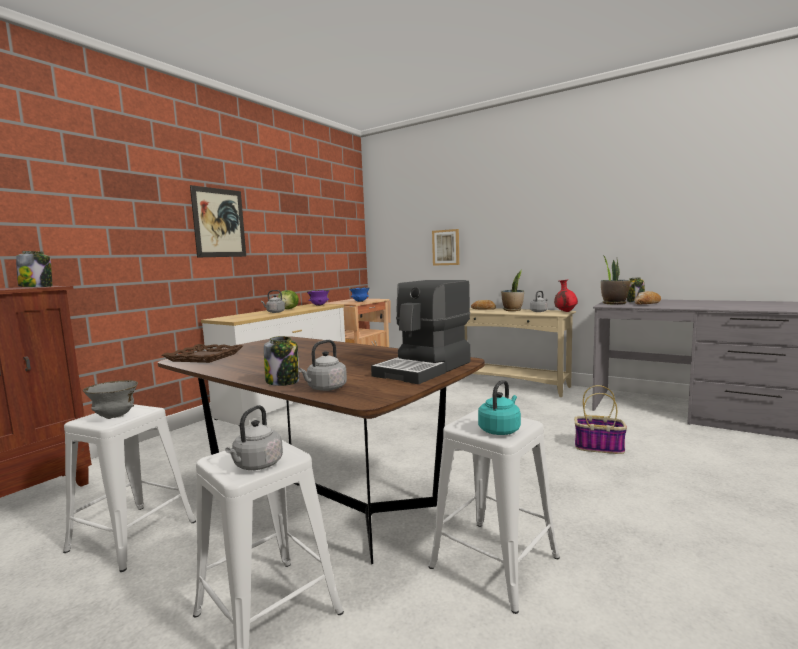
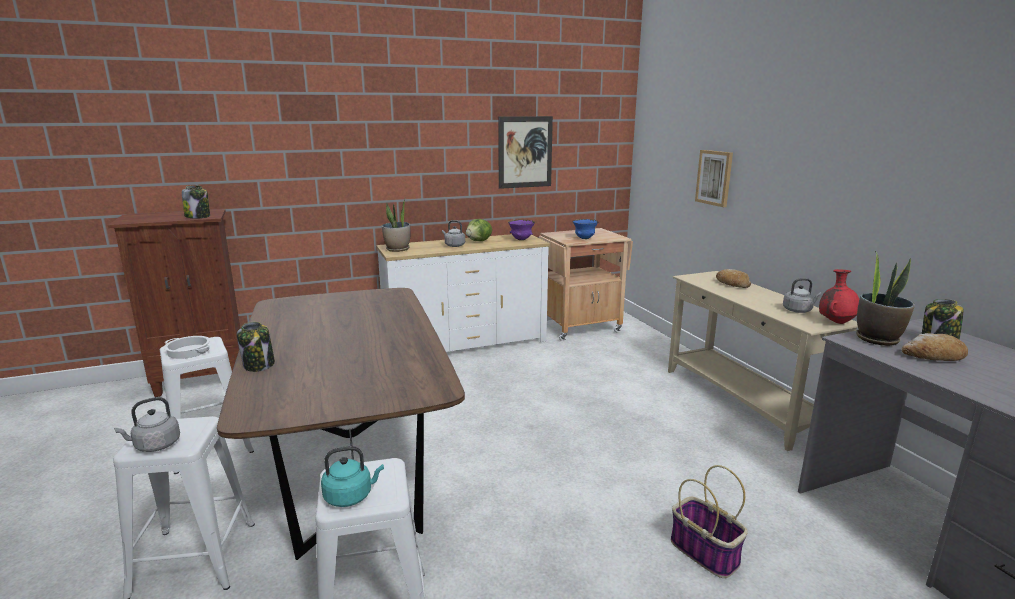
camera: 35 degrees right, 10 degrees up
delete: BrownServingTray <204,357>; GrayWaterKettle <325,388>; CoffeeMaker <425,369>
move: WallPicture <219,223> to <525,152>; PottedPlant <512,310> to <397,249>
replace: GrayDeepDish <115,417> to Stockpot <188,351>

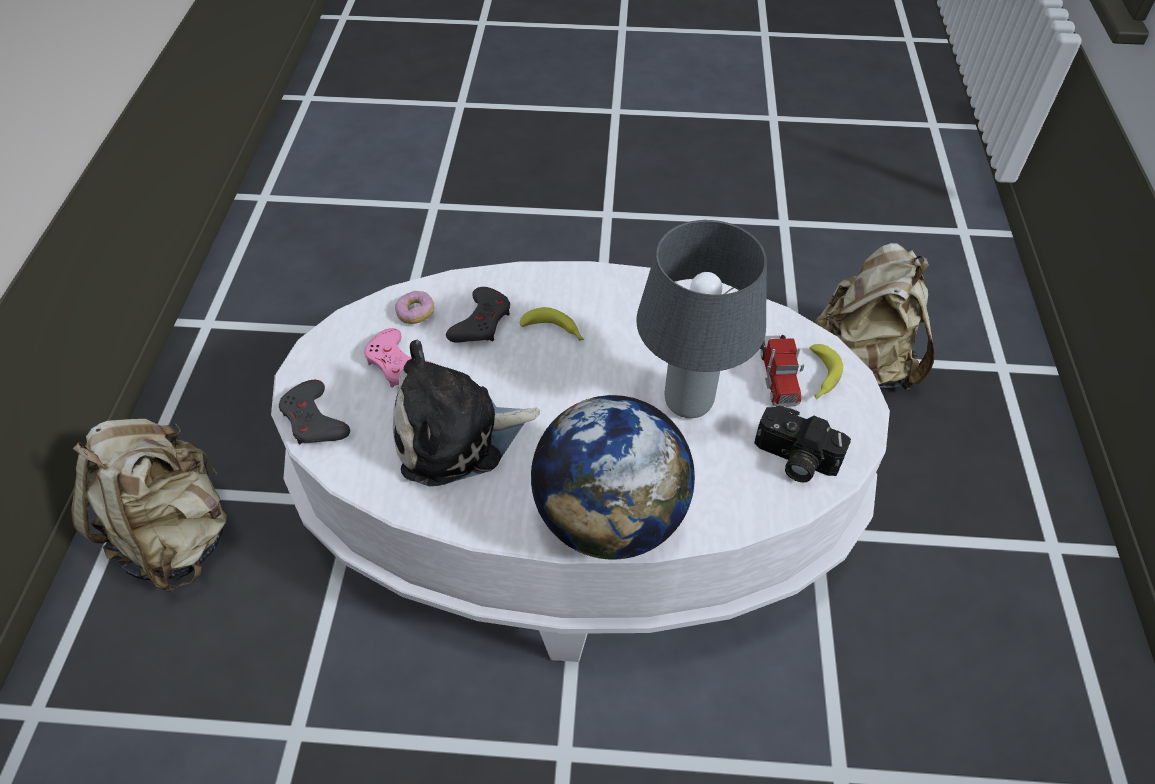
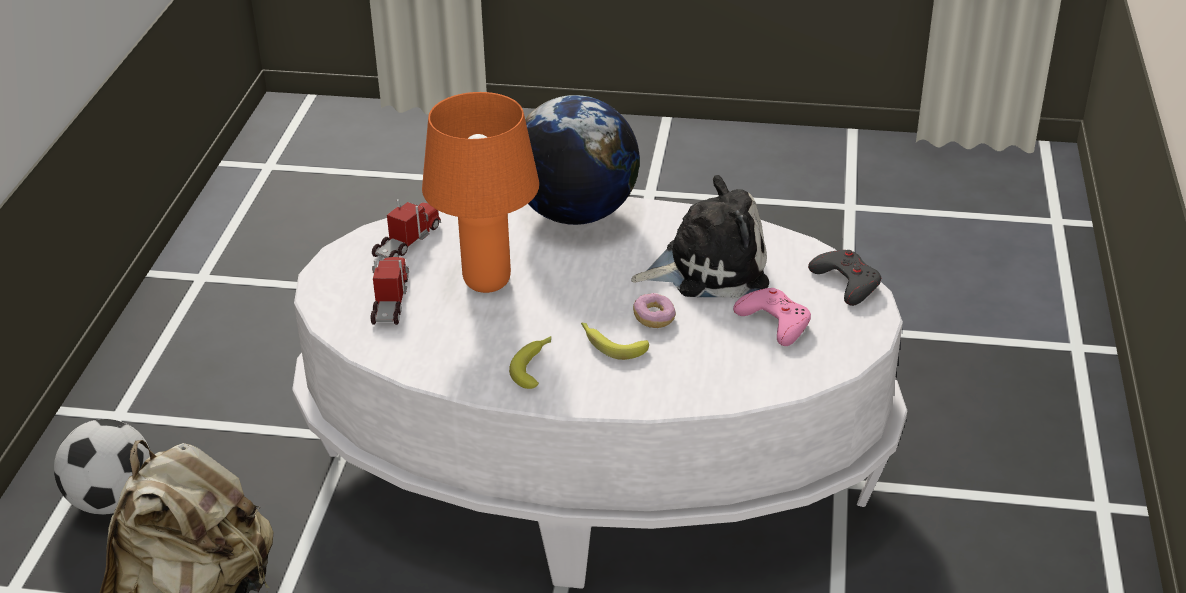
camera: 175 degrees left, 15 degrees down
delete: SandColouredRucksack <176,536>; GrayGameController <481,322>
insert: BallForFootball <113,501>
move: Donut <415,313> to <654,318>; WholeBanana <820,378> to <535,366>
replace: StillCamera <794,459> to ModelTruck <407,241>
recolor: GrayTabletopLamp <689,403> to OrangeTabletopLamp <486,281>

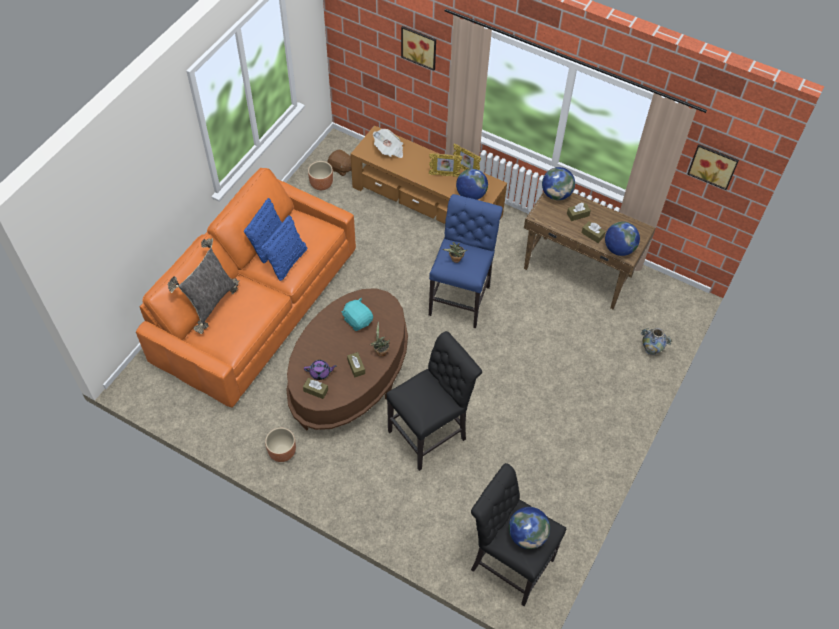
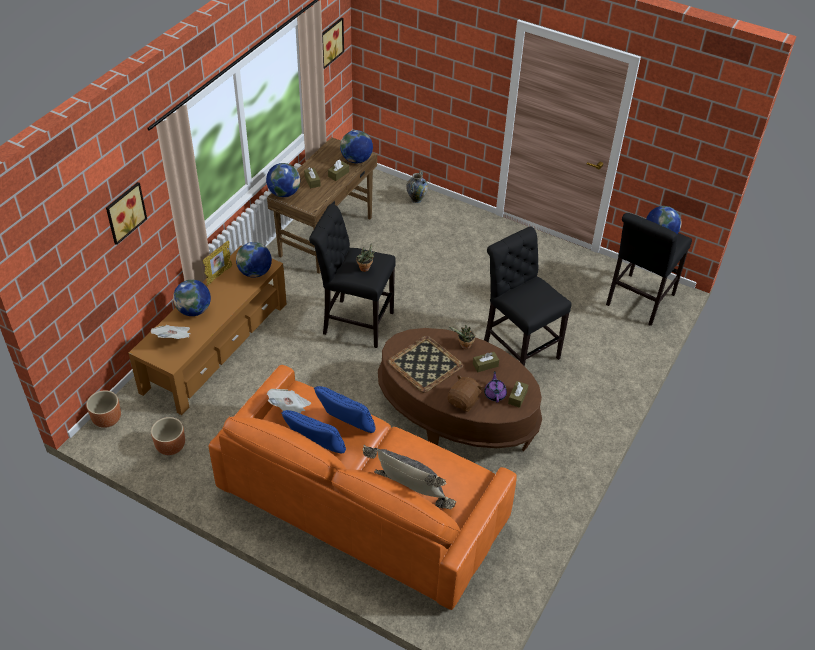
camera: 90 degrees left, 10 degrees down
delete: PhotoFrame <444,175>
insert: Globe <194,310>; PrintedPaper <289,408>
move: BrownPlanter <282,452> to <107,419>; BrownPlushToy <341,168> to <464,401>
replace: BlueGreenPlushToy <358,320> to ServingTray <426,364>
recolor: BlueColouredStool <461,297> to BlackColouredStool <354,322>

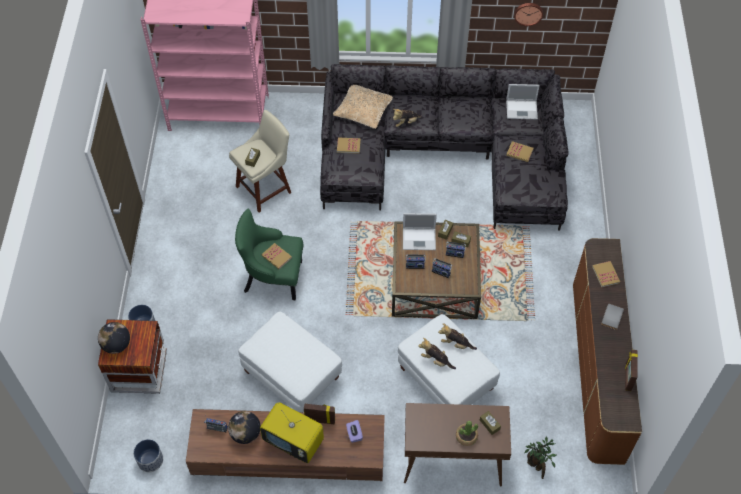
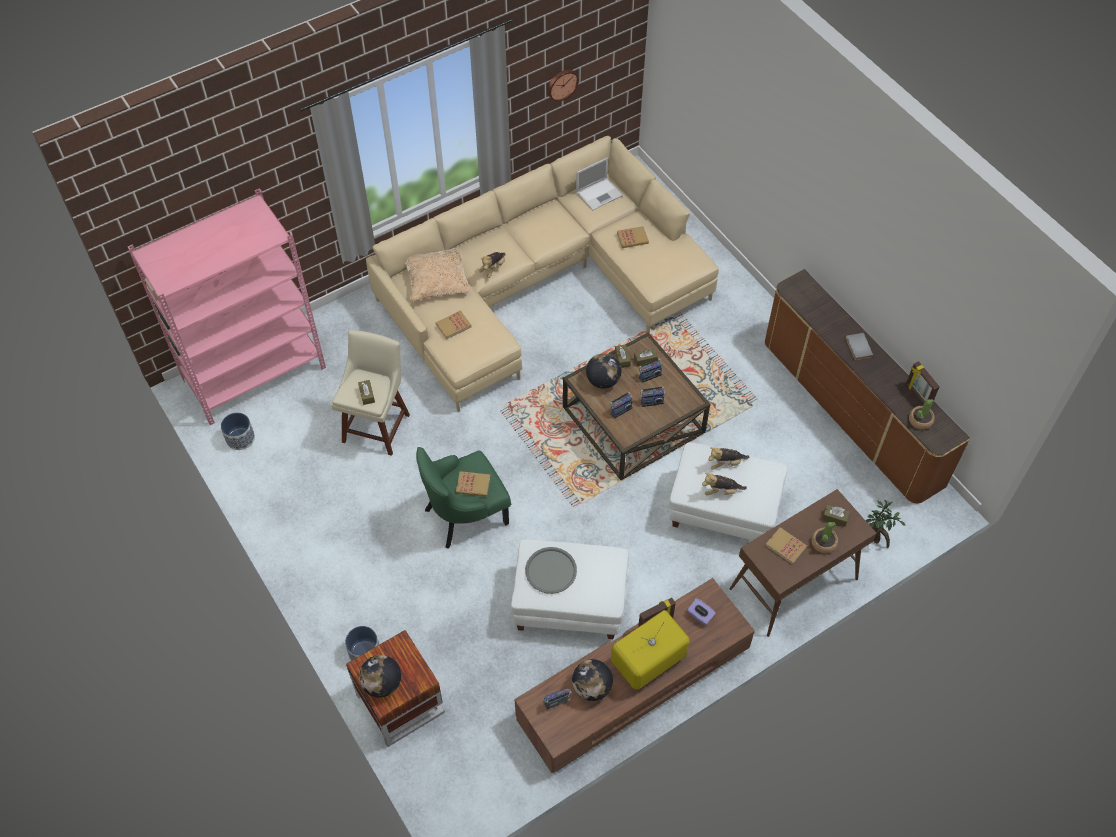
camera: 35 degrees left, 0 degrees up
insert: GrayServingTray <551,570>; PottedPlant <920,420>
move: Planter <150,460> to <240,438>; Book <605,275> to <785,546>
replace: NotebookComputer <420,239> to Globe <603,380>
recolor: BlackColouredCouch <444,155> to SandColouredCouch <538,287>
rotate: Tv <294,442> = <648,662> 150 degrees clockwise

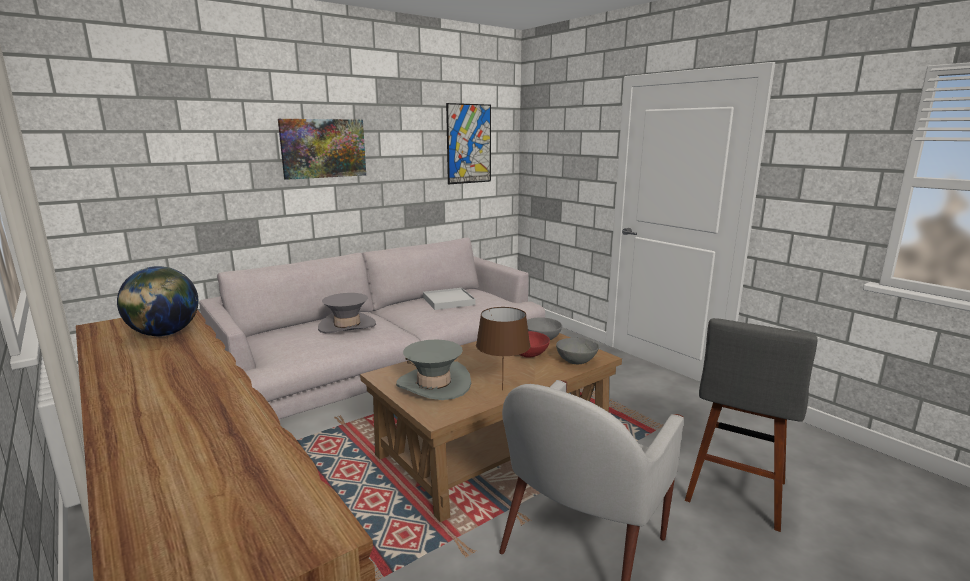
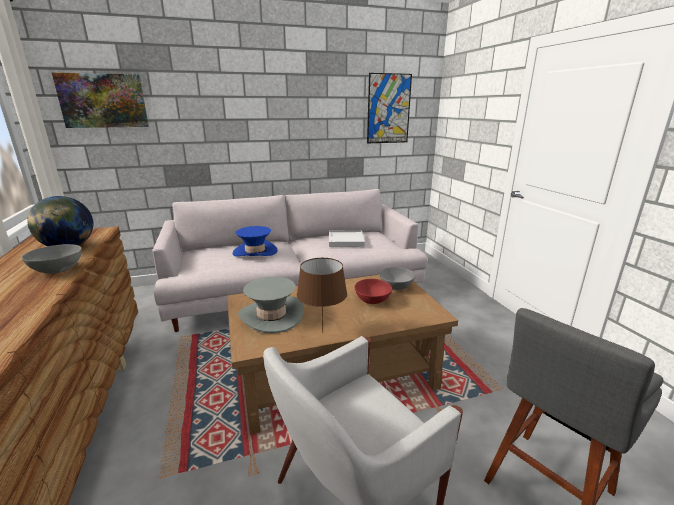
camera: 20 degrees right, 5 degrees up
move: WallPicture <323,148> to <103,101>; GrayDeepDish <576,361> to <58,270>
recolor: GrayHat <347,326> to BlueColouredHat <255,252>

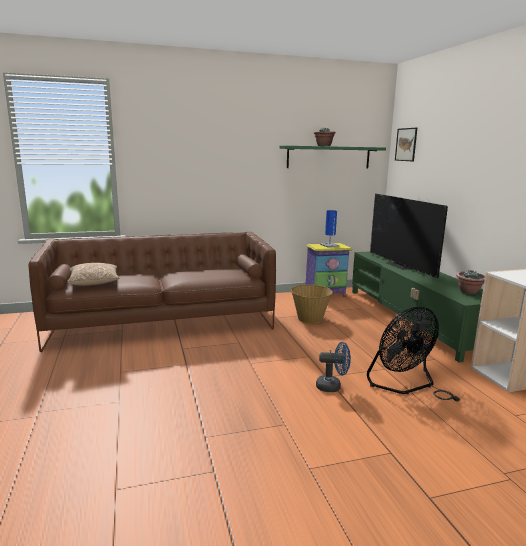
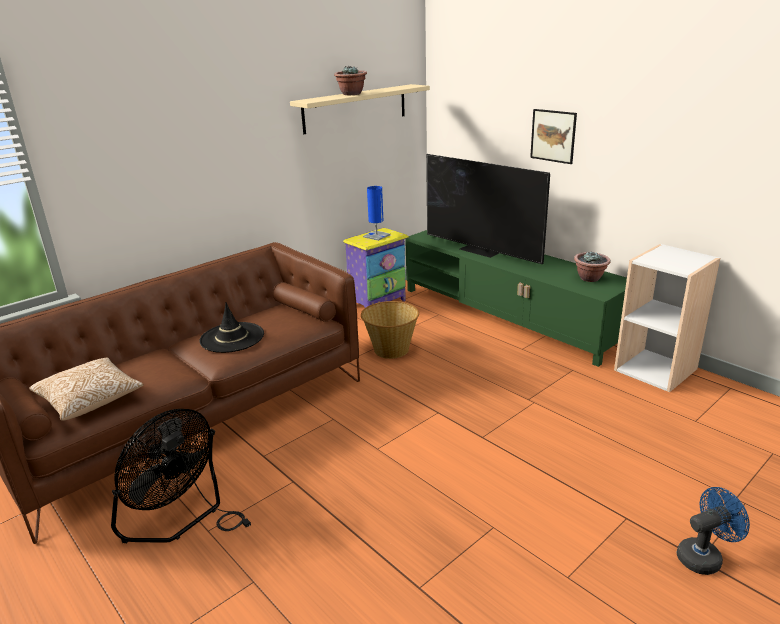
camera: 25 degrees left, 10 degrees up
insert: BlackColouredHat <232,338>
move: BlueColouredElectricFan <332,386> to <704,556>; BlackColouredElectricFan <412,384> to <189,515>; WallPicture <406,144> to <553,136>
recolor: GreenShelf <328,157> to SandColouredShelf <355,108>

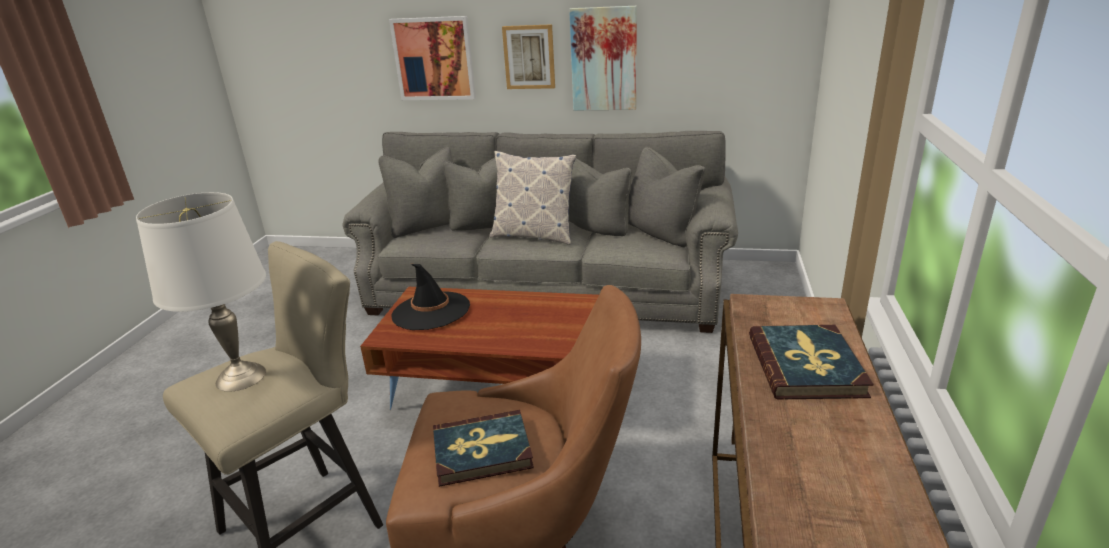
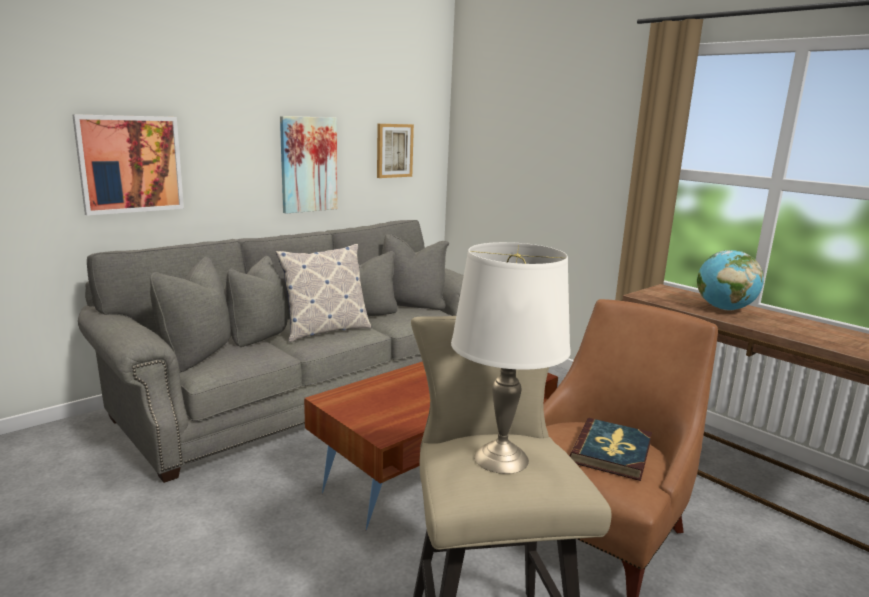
camera: 55 degrees left, 10 degrees down
delete: BlackColouredHat <431,311>
move: WallPicture <529,57> to <394,150>
replace: Book <806,366> to Globe <724,309>

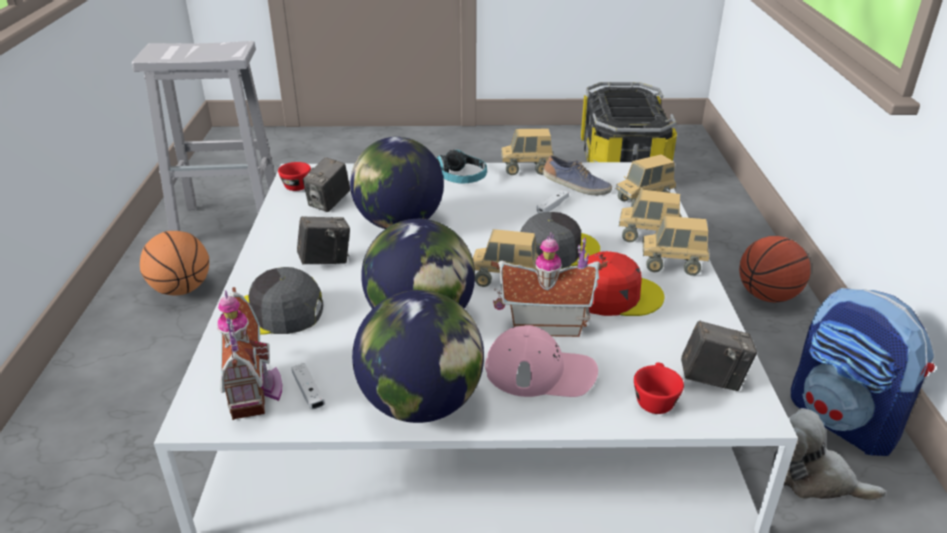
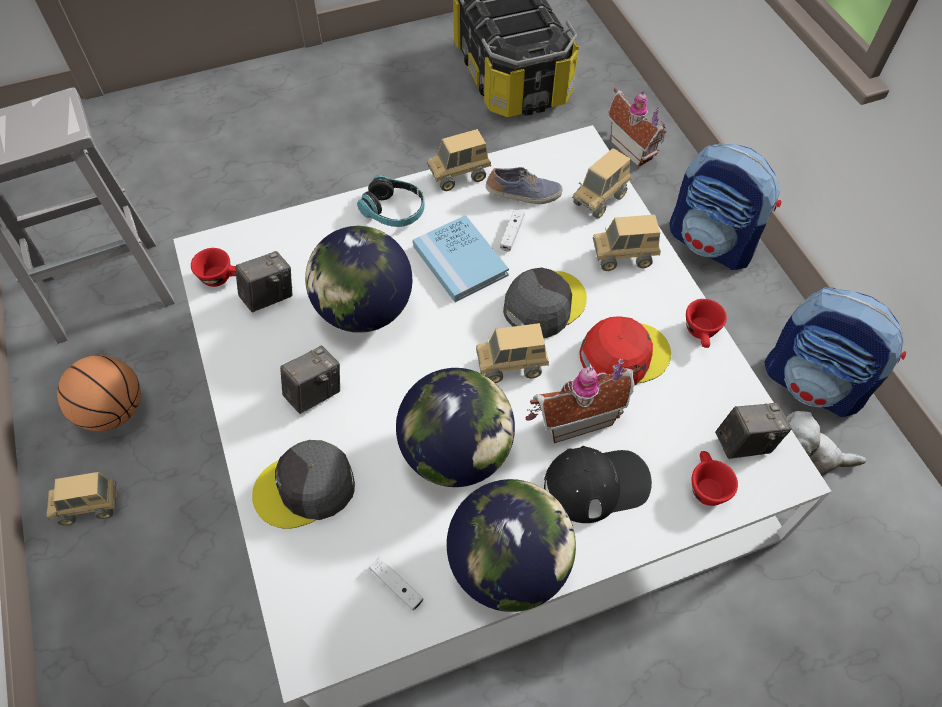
camera: 20 degrees left, 25 degrees up
insert: BlueColouredBook <460,261>; ReddishCup <701,334>
move: MiniatureHouse <255,390> to <633,148>; ModelTruck <672,265> to <90,506>
replace: BasketballBall <767,296> to Rucksack <712,243>
recolor: PinkishBaseballCap <541,371> to BlackColouredBaseballCap <596,484>
rotate: StillCamera <329,203> = <269,296> 135 degrees counterclockwise

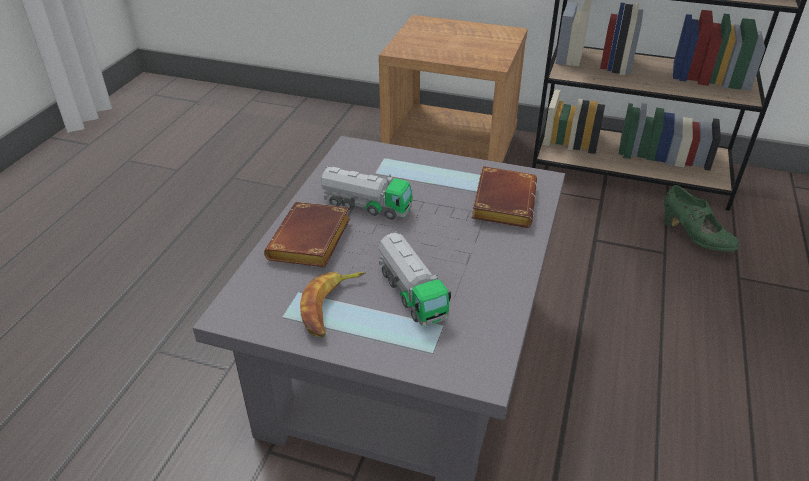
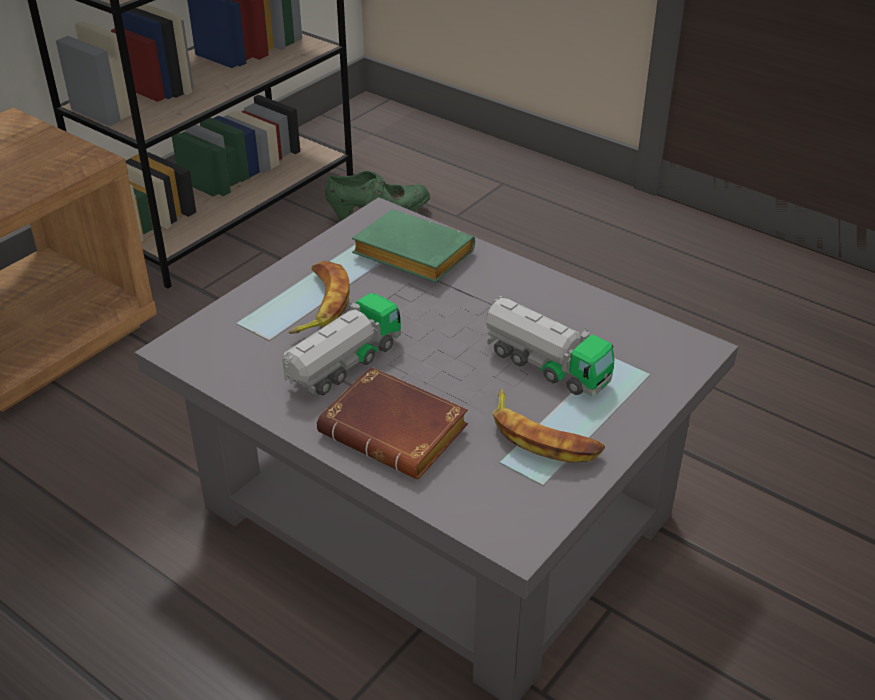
camera: 70 degrees left, 0 degrees up
insert: WholeBanana <319,304>
recolor: BrownBook <501,202> to GreenBook <409,255>
rotate: ModelTruck <411,293> = <545,365> 45 degrees clockwise

